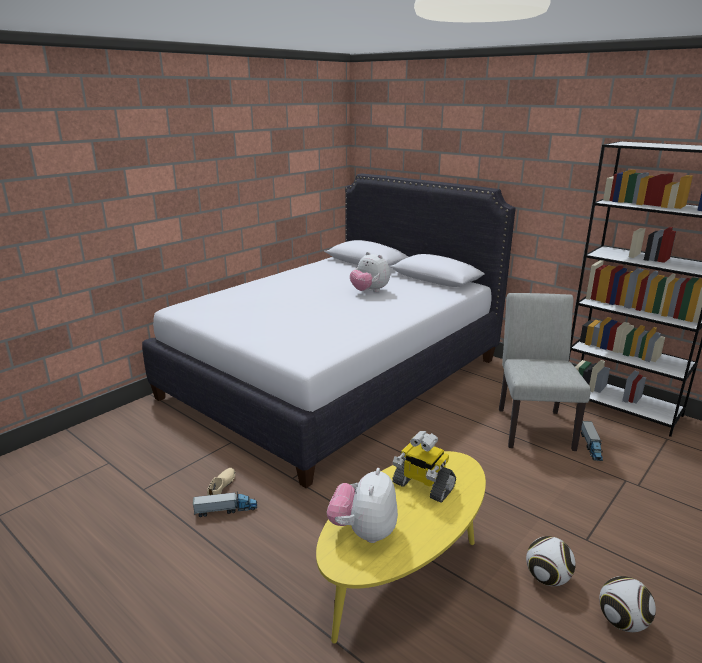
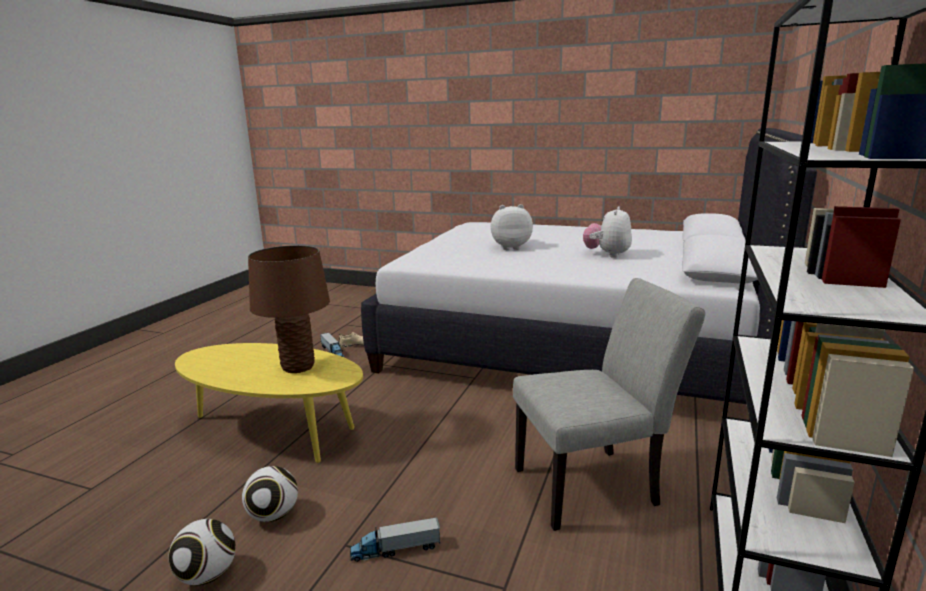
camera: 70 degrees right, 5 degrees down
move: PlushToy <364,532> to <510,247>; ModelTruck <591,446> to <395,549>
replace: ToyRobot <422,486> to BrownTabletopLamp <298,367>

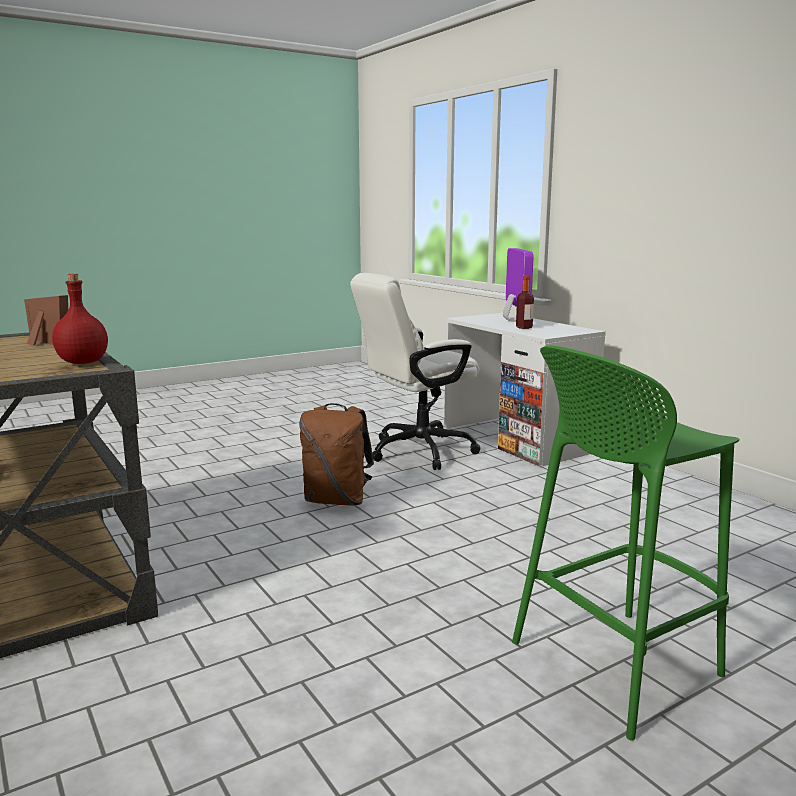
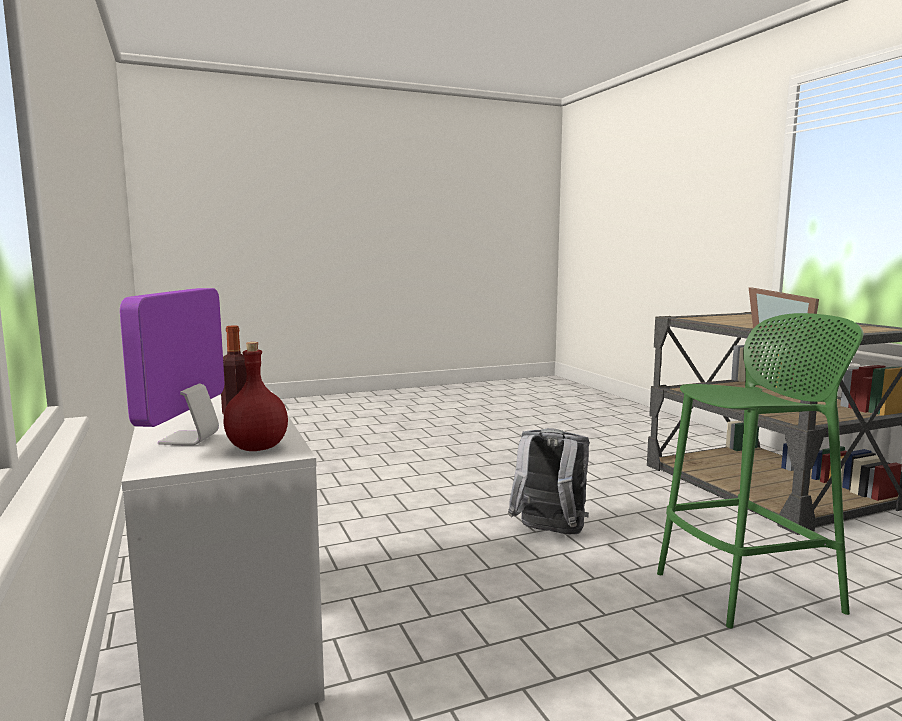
camera: 170 degrees left, 5 degrees down
delete: WhiteColouredOfficeChair <416,452>
move: ReddishDrinkBottle <83,362> to <257,448>; GreenStool <617,665> to <745,588>
recolor: BrownRucksack <337,500> to GrayRucksack <549,533>

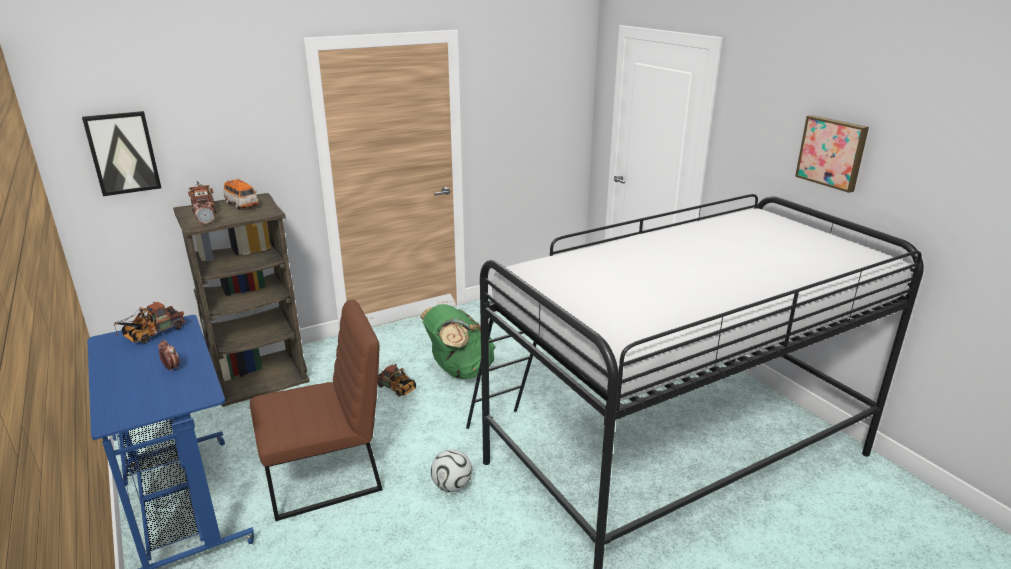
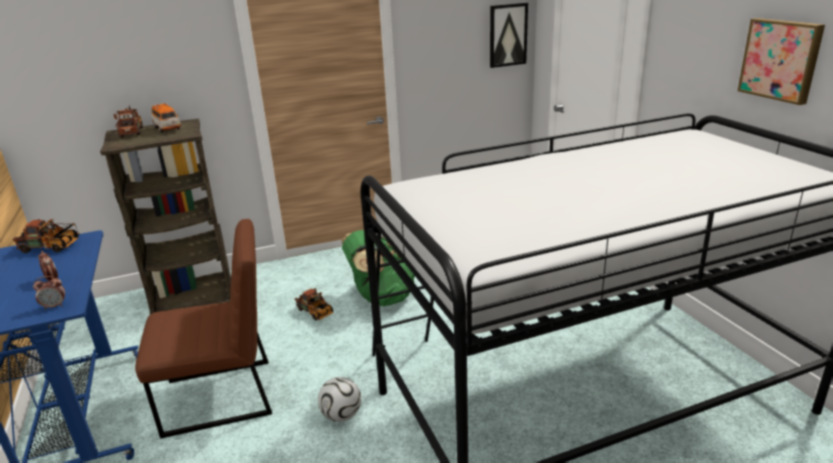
camera: 10 degrees right, 0 degrees up
move: WallPicture <123,153> to <507,35>; TableClock <206,224> to <55,306>
rotate: ModelTruck <151,334> = <53,247> 135 degrees counterclockwise

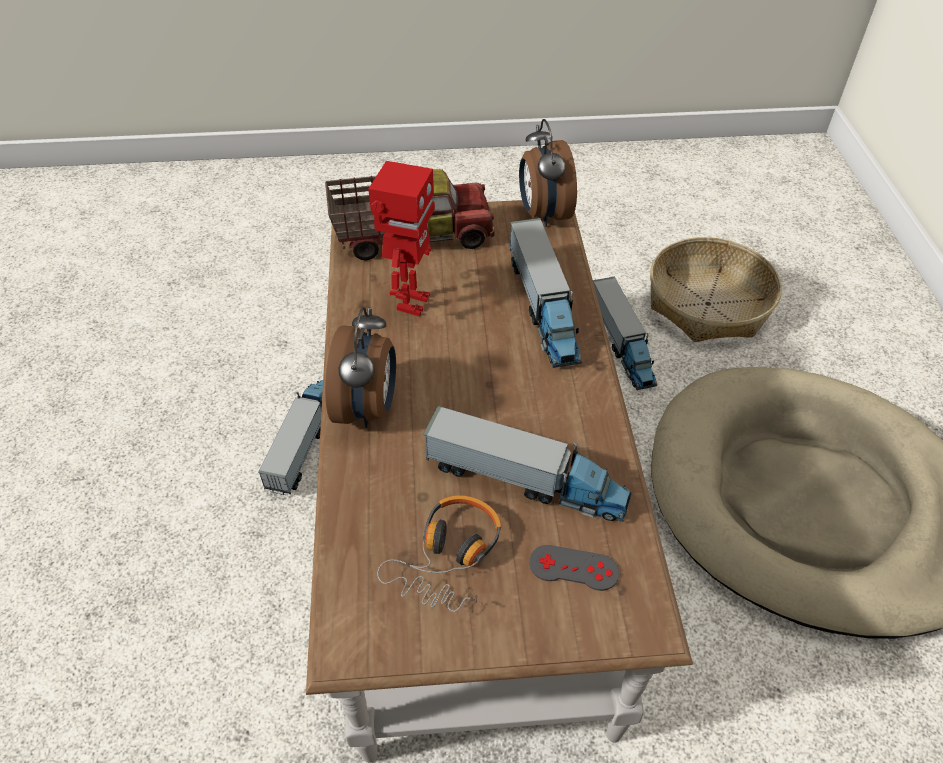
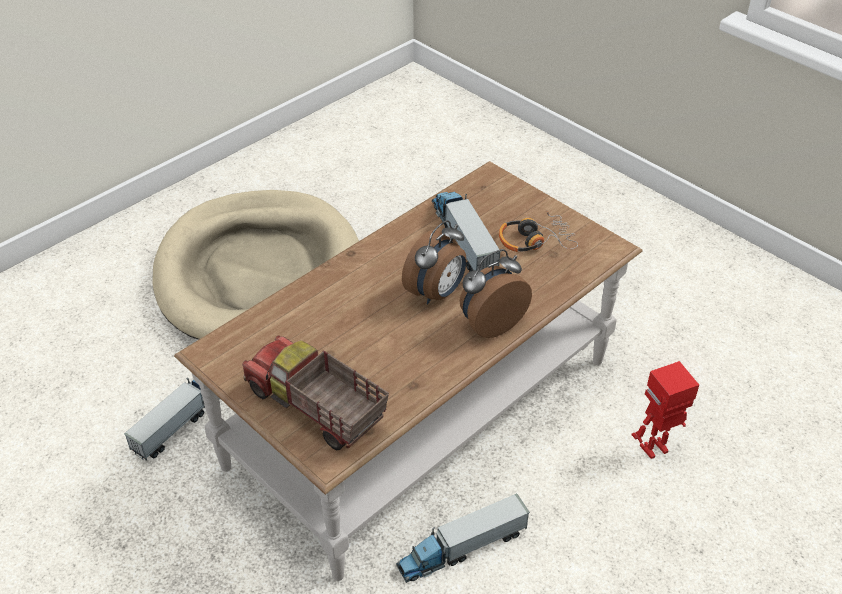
camera: 130 degrees left, 5 degrees down
delete: ModelTruck <543,307>; GrayGameController <573,568>; HouseholdBasket <708,304>
move: ToyRobot <411,303> to <655,450>; TableClock <543,214> to <437,293>

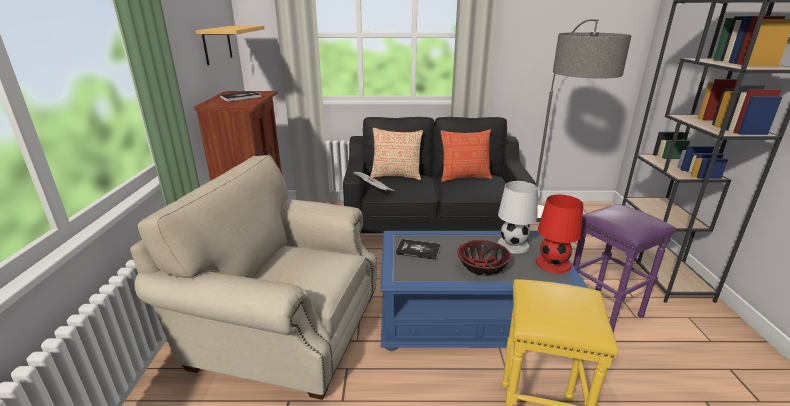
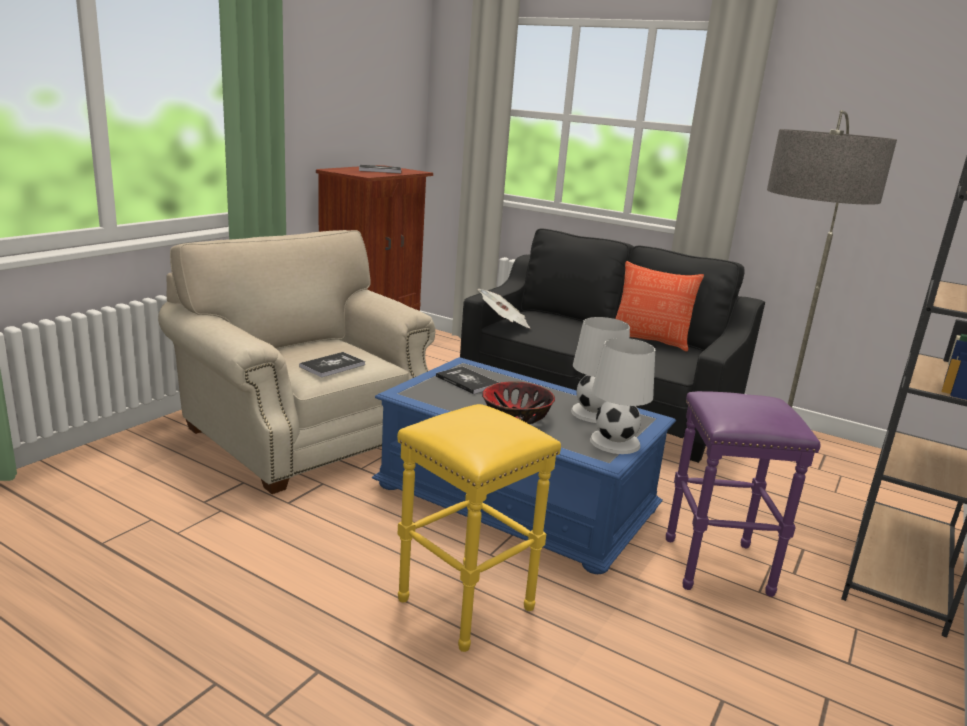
camera: 30 degrees right, 5 degrees down
delete: Shelf <217,44>; SandColouredThrowPillow <396,176>
insert: Book <332,366>
recolor: ReddishTabletopLamp <552,263> to WhiteColouredTabletopLamp <614,442>

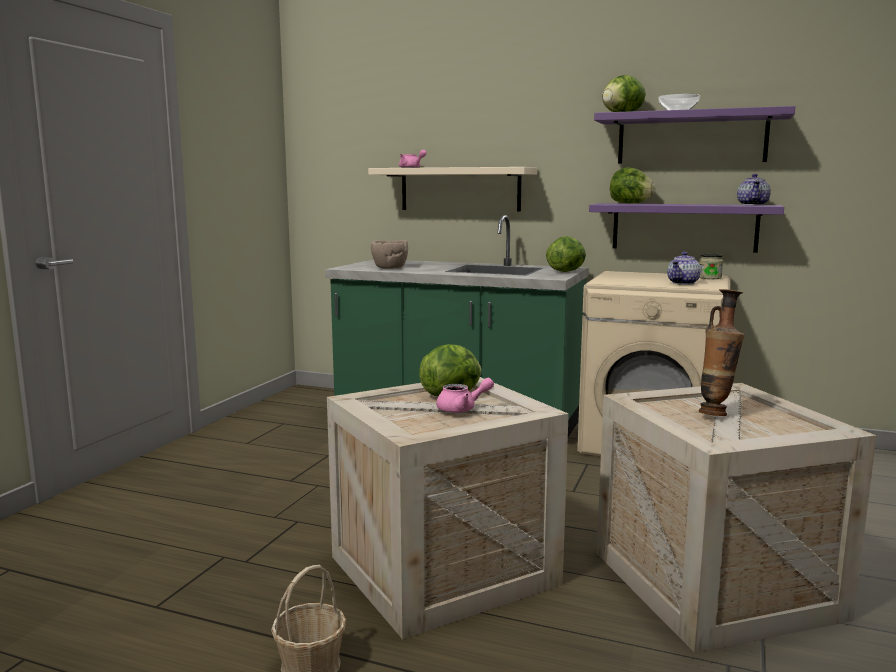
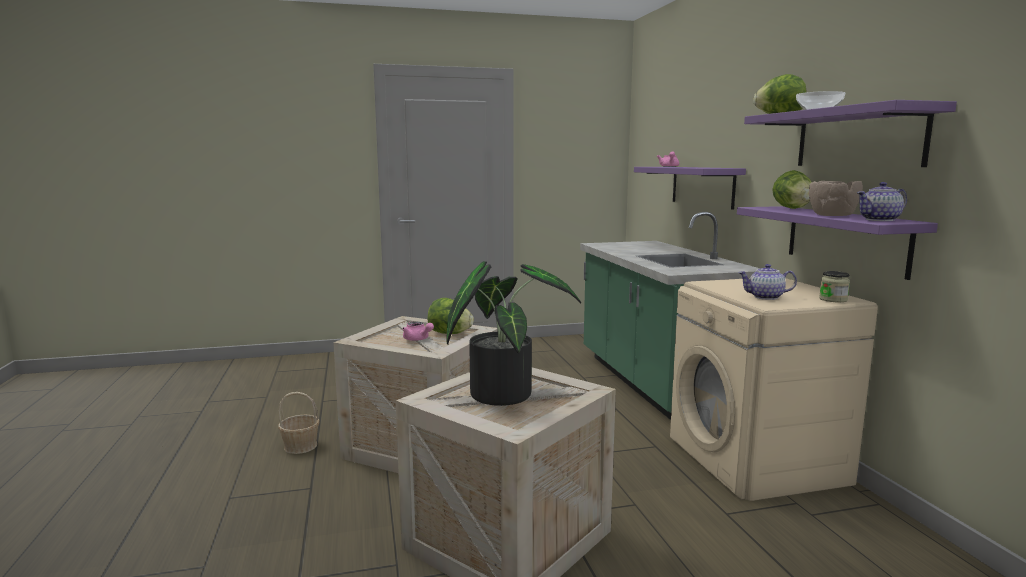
camera: 55 degrees right, 0 degrees up
delete: HeadOfLettuce <566,271>
move: BrownDeepDish <389,267> to <832,215>
replace: FlowerVase <716,413> to PottedPlant <504,392>
recolor: SandColouredShelf <460,189> to PurpleColouredShelf <702,186>

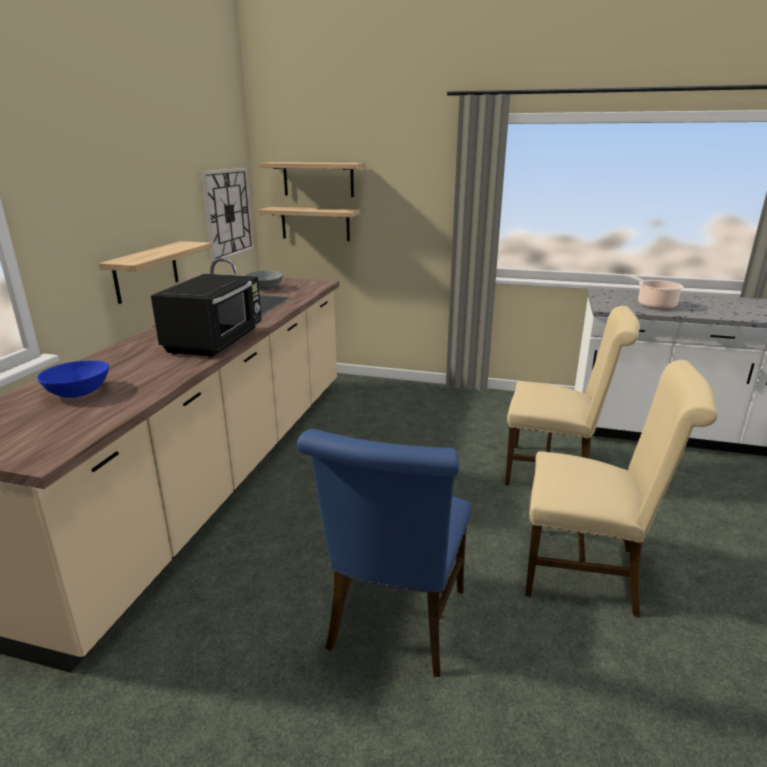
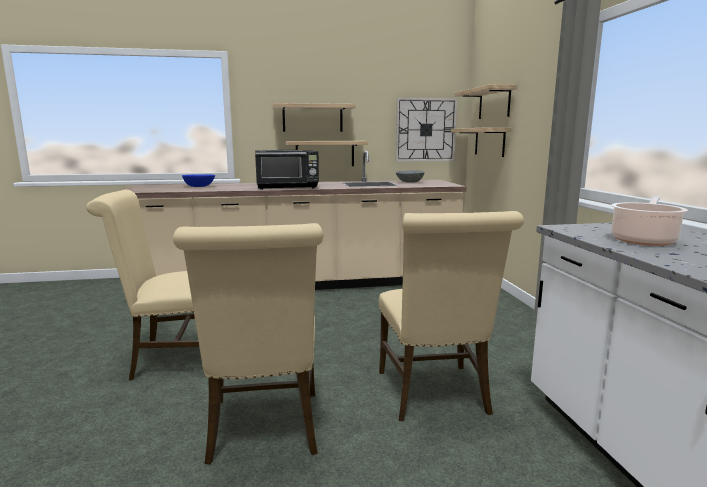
camera: 65 degrees right, 10 degrees down
insert: Shelf <312,118>
recolor: BlueColouredChair <394,625> to SandColouredChair <174,358>

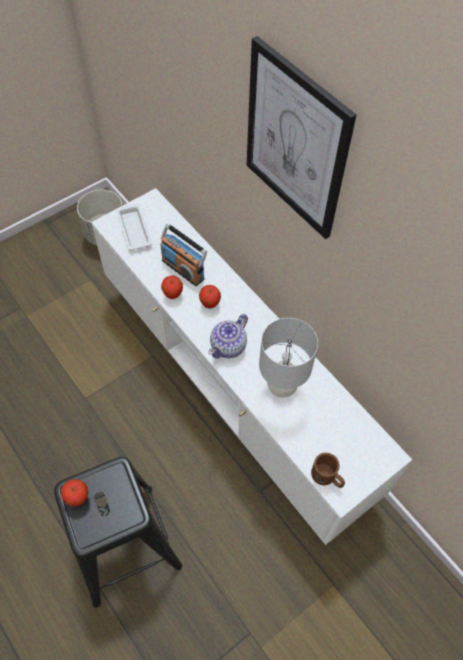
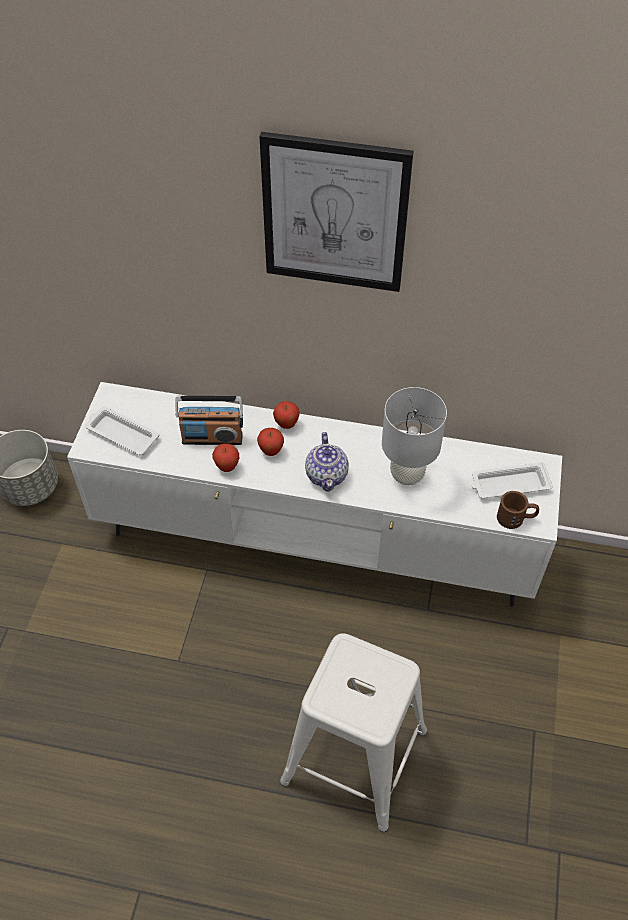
camera: 40 degrees left, 5 degrees down
insert: WhiteColouredServingTray <509,484>
move: Apple <78,498> to <286,424>
recolor: BlackColouredStool <124,544> to WhiteColouredStool <355,755>

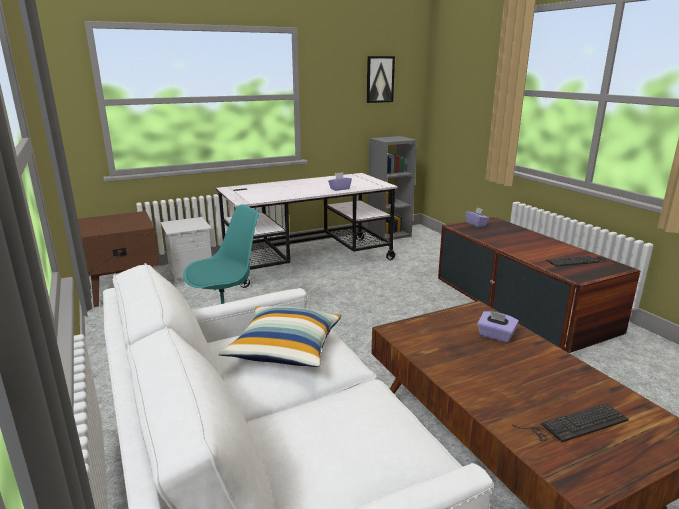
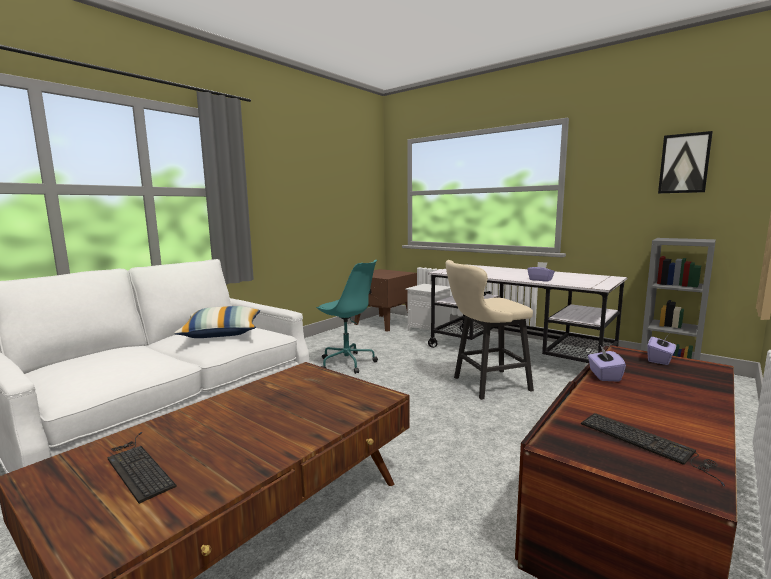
camera: 65 degrees right, 10 degrees down
insert: SandColouredStool <483,385>
move: PurpleColouredTissueHolder <495,336> to <604,375>

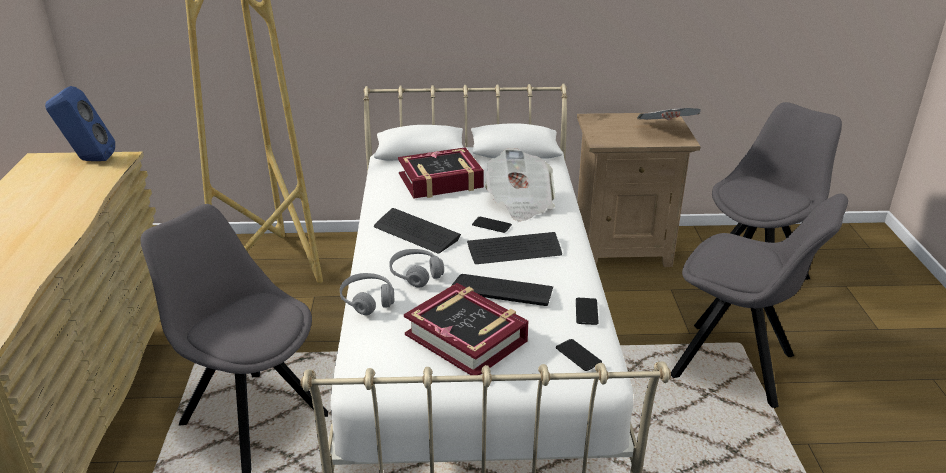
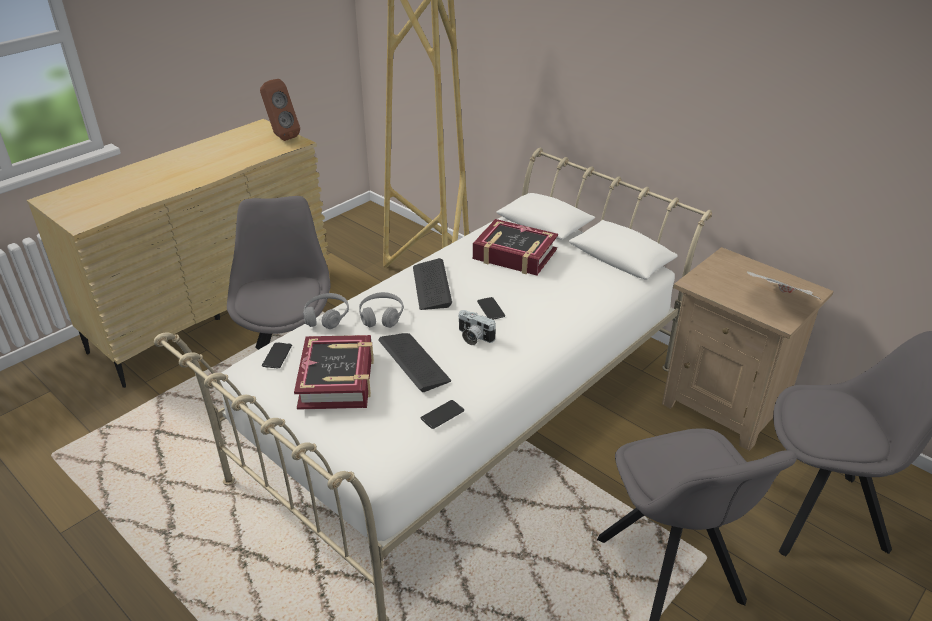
camera: 45 degrees right, 5 degrees up
delete: PrintedPaper <520,202>
move: Phone <578,355> to <277,356>
replace: PcKeyboard <514,250> to StillCamera <473,337>
recolor: BlueColouredAudioSpeaker <88,160> to BrownAudioSpeaker <281,136>

